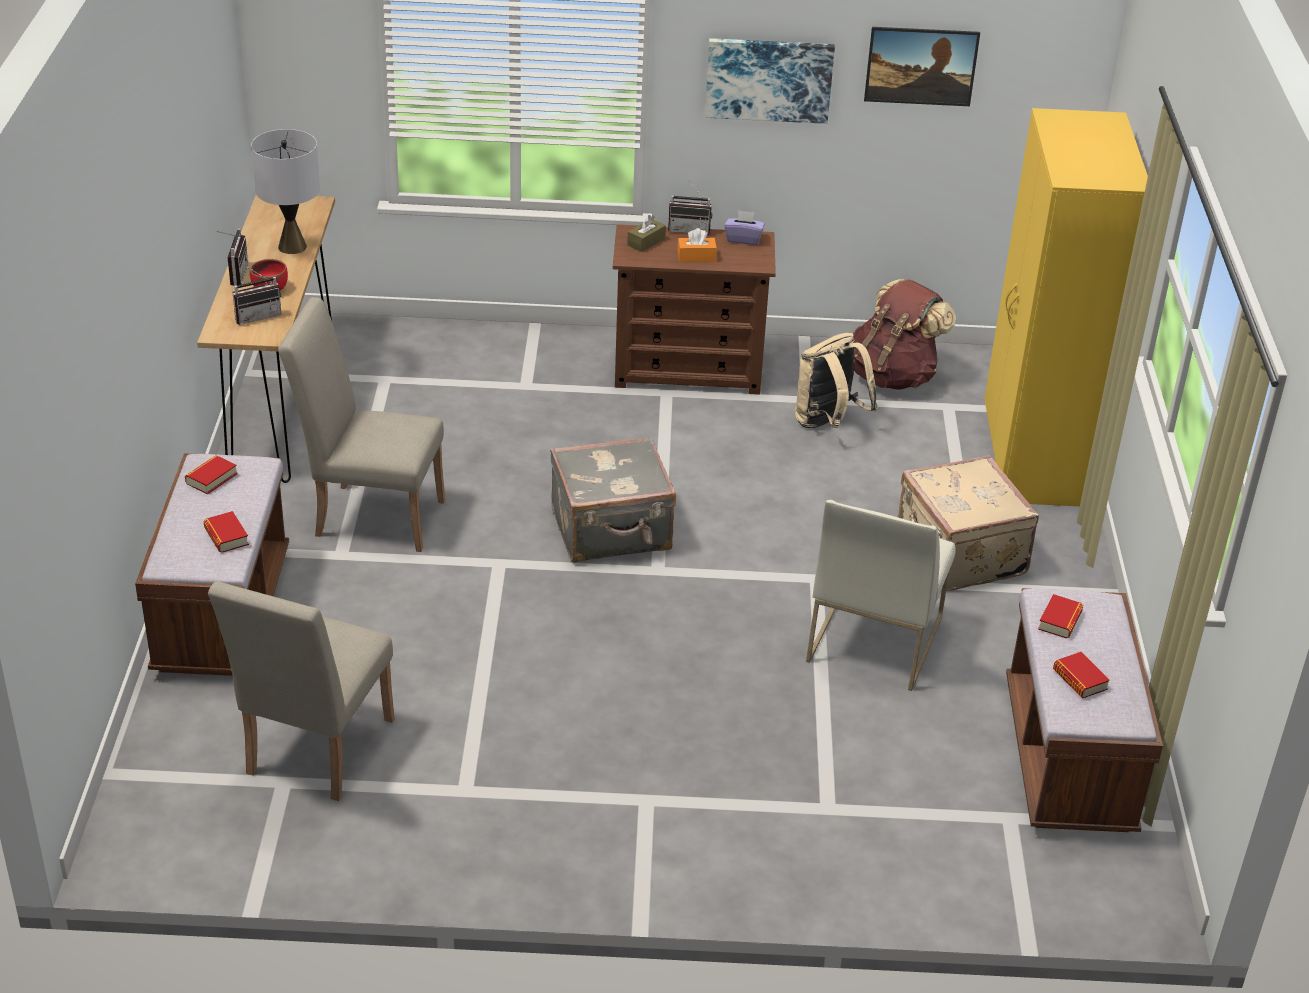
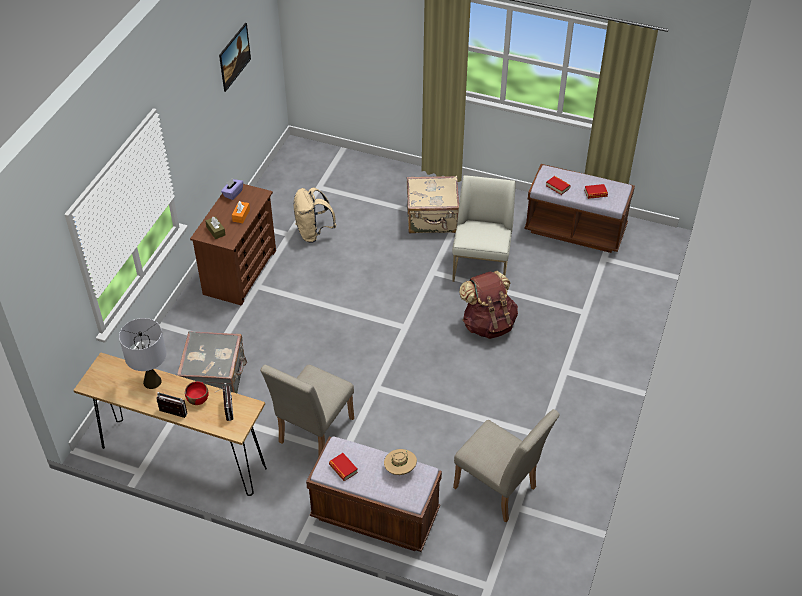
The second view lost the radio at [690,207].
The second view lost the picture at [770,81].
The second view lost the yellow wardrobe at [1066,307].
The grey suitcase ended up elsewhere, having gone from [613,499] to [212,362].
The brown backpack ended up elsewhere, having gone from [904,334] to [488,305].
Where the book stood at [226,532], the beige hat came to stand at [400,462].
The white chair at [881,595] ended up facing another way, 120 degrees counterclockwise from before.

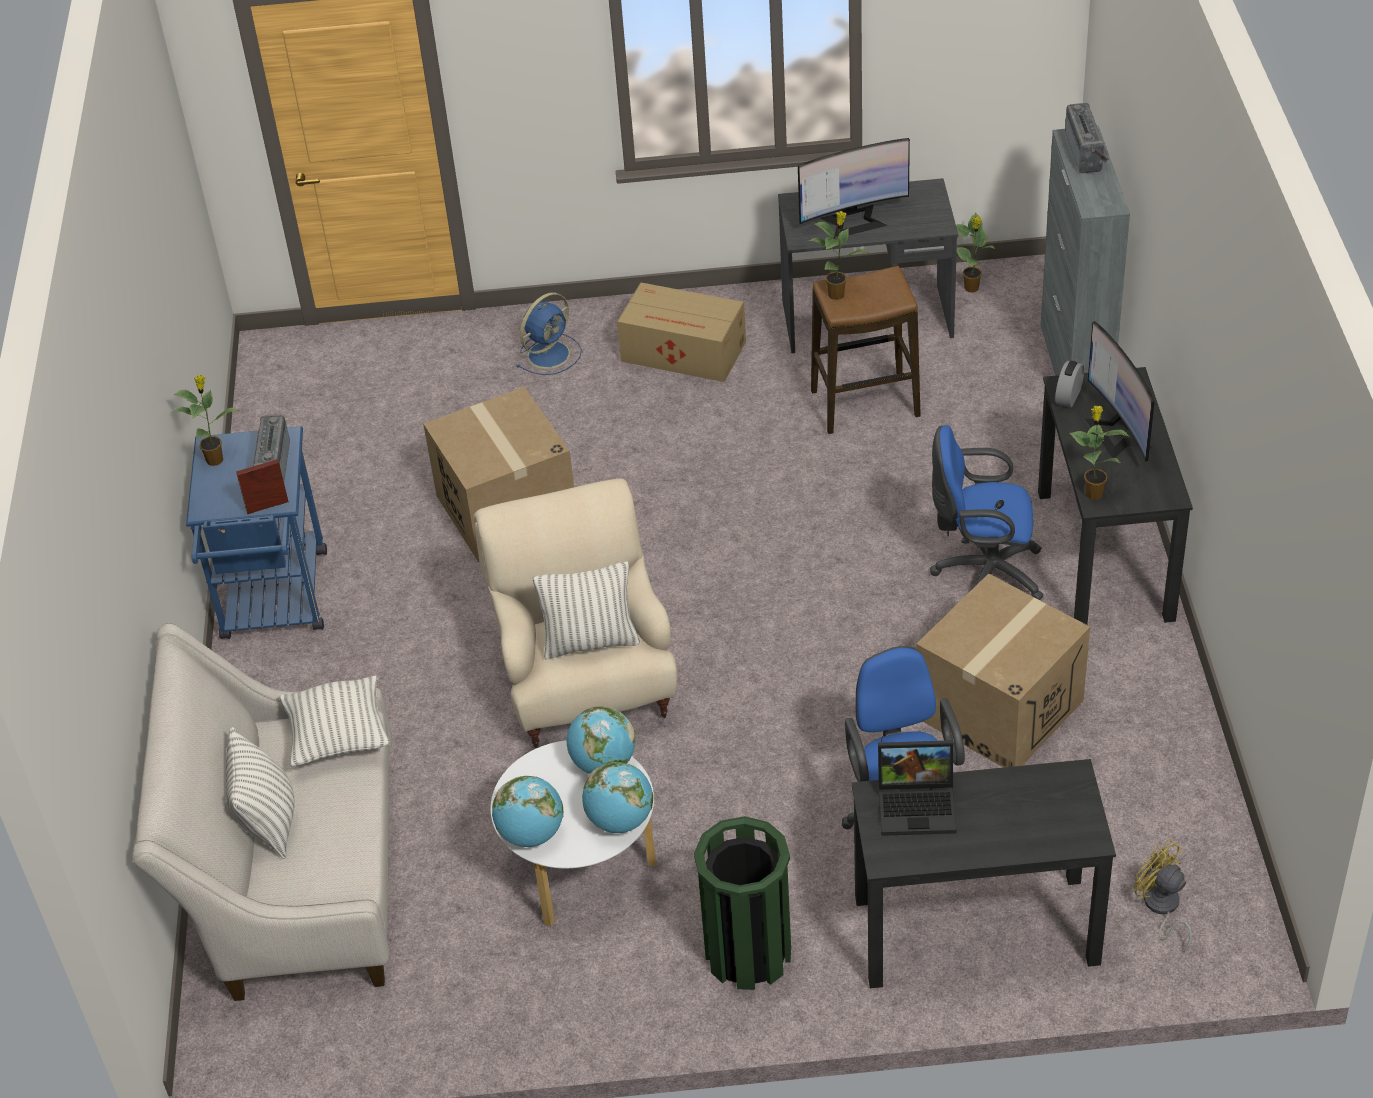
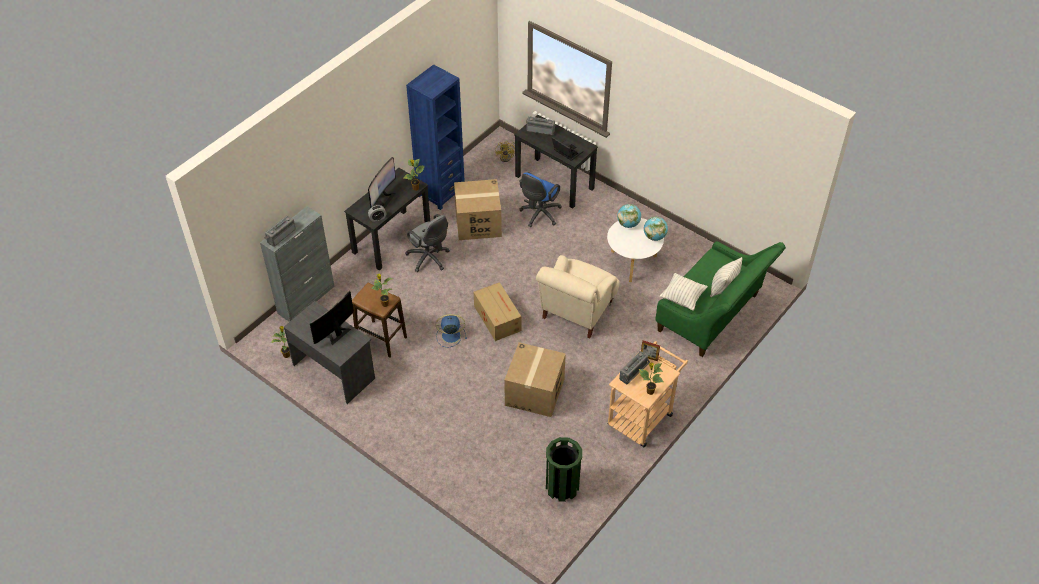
The second view lost the pillow at [586,610].
The second view lost the globe at [600,740].
The second view gained the blue bookcase at [435,137].
The second view gained the radio at [541,125].
The blue fan ended up elsewhere, having gone from [549,333] to [451,331].
The cardboard box ended up elsewhere, having gone from [681,332] to [497,311].
The green trash can ended up elsewhere, having gone from [742,903] to [564,469].
What was the beige sofa at [262,812] turned into the green sofa at [721,299].
What was the blue cart at [256,532] turned into the beige cart at [648,394].
What was the blue office chair at [987,512] turned into the grey office chair at [427,243].
The monitor at [854,188] ended up facing another way, 75 degrees counterclockwise from before.

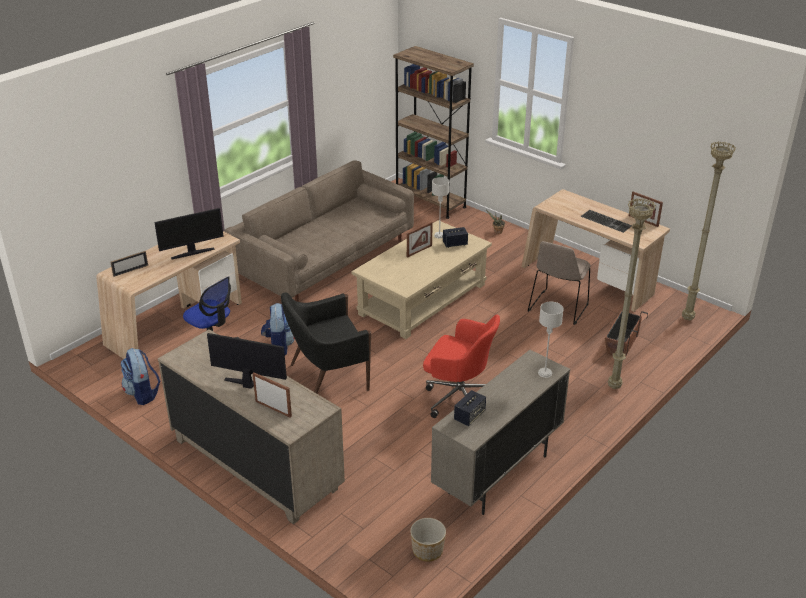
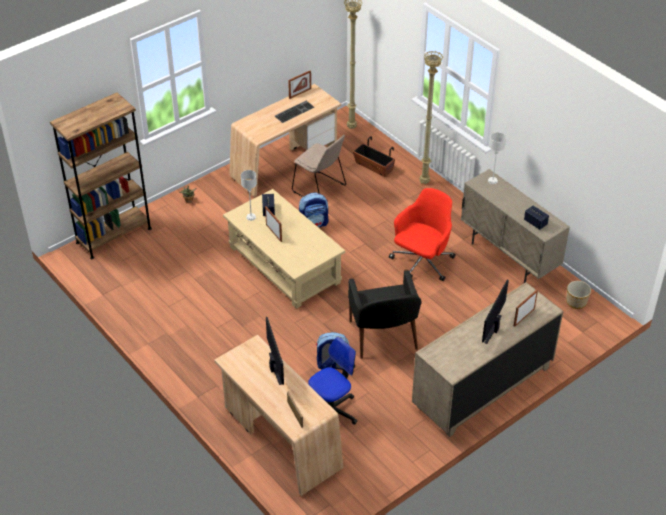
The second view lost the beige sofa at [319,231].
The backpack ended up elsewhere, having gone from [140,376] to [314,210].

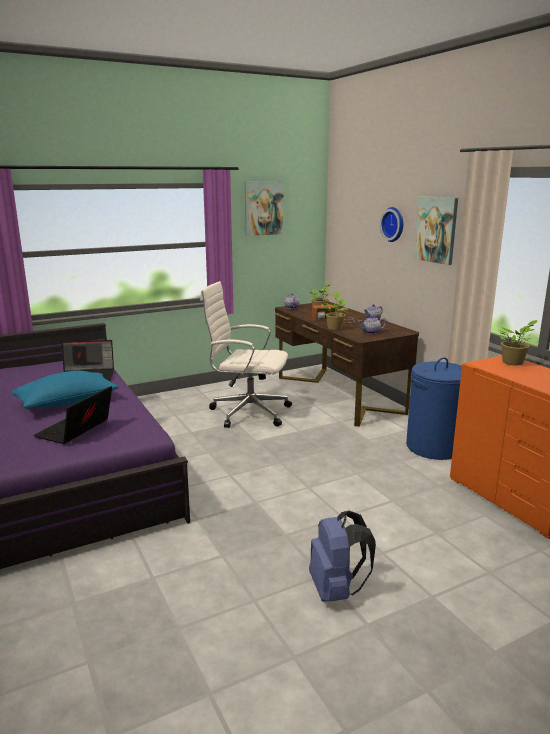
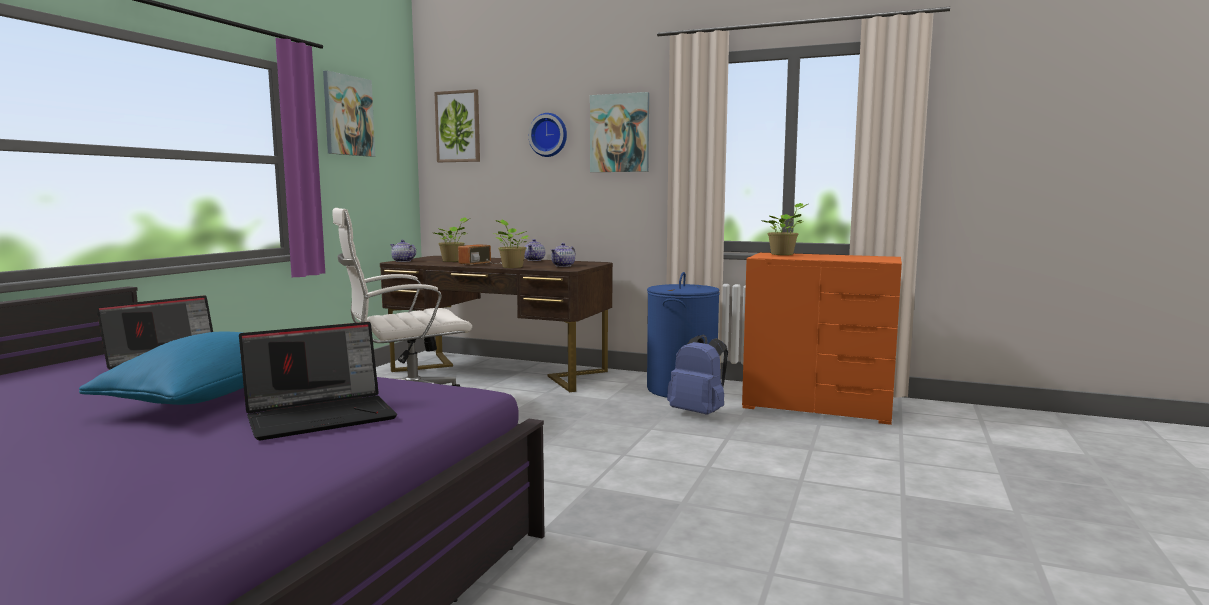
The second view gained the picture at [457,125].
The blue backpack ended up elsewhere, having gone from [342,556] to [697,374].
The laptop at [72,415] ended up facing another way, 105 degrees counterclockwise from before.

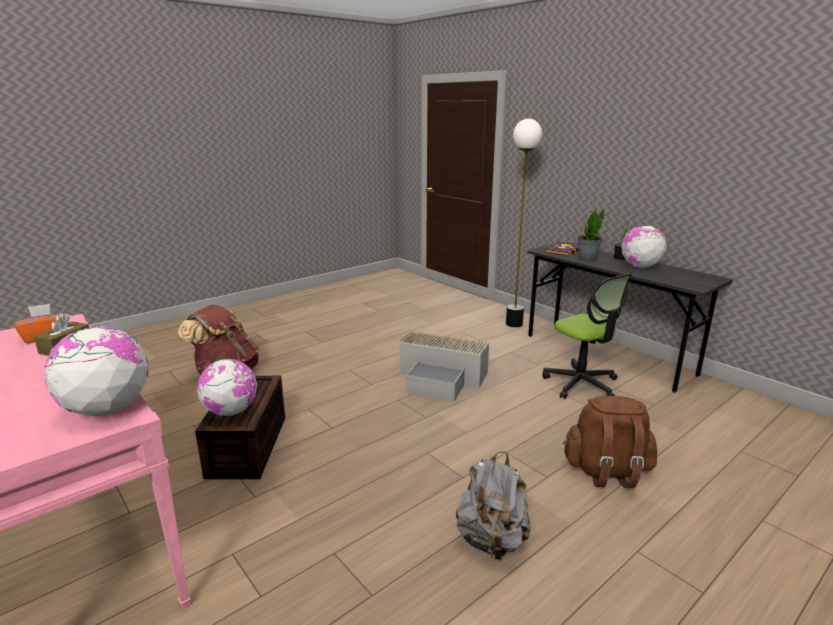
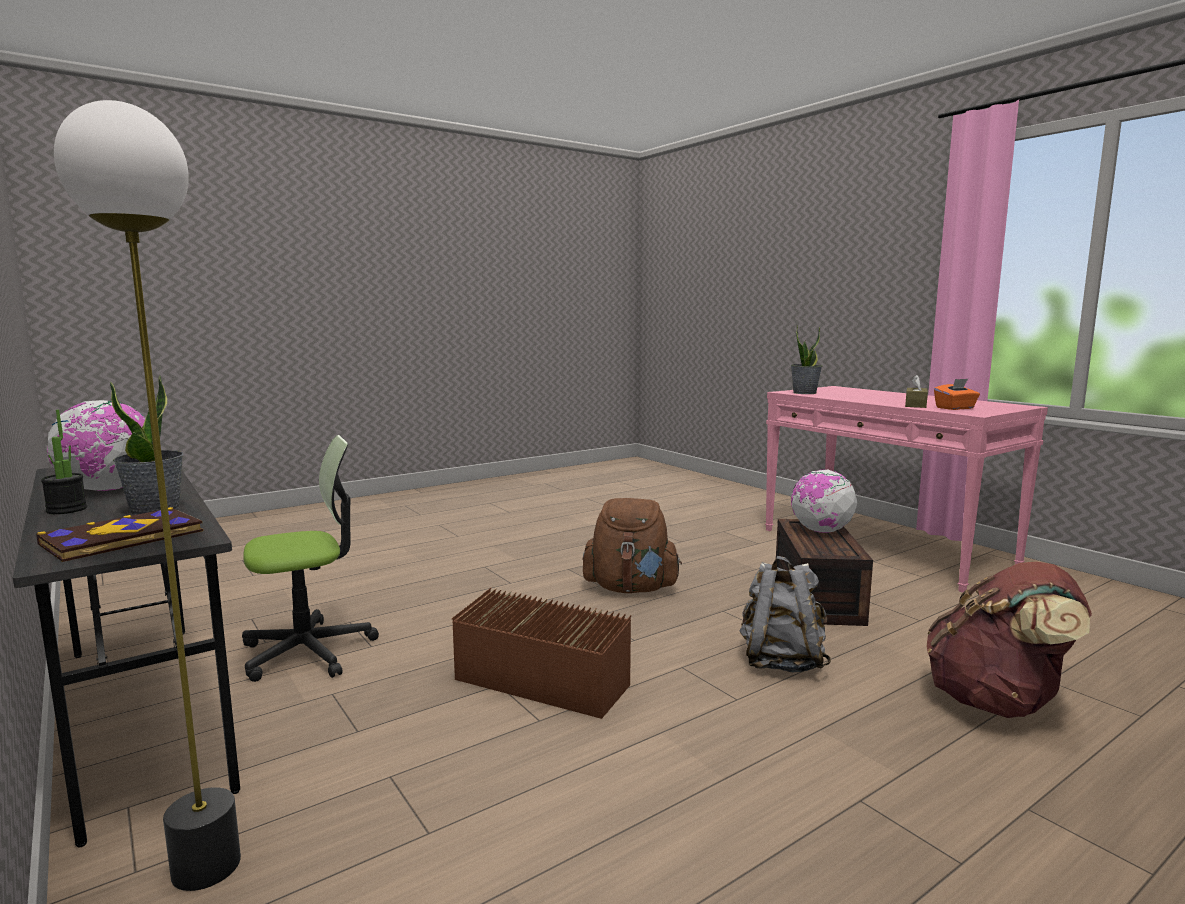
The grey backpack ended up elsewhere, having gone from [493,505] to [785,614].
The brown backpack ended up elsewhere, having gone from [610,442] to [632,545].
Where the globe stood at [96,371], the potted plant came to stand at [806,359].
What was the grey storage box at [444,366] turned into the brown storage box at [541,653].
The office chair at [587,336] ended up facing another way, 90 degrees clockwise from before.

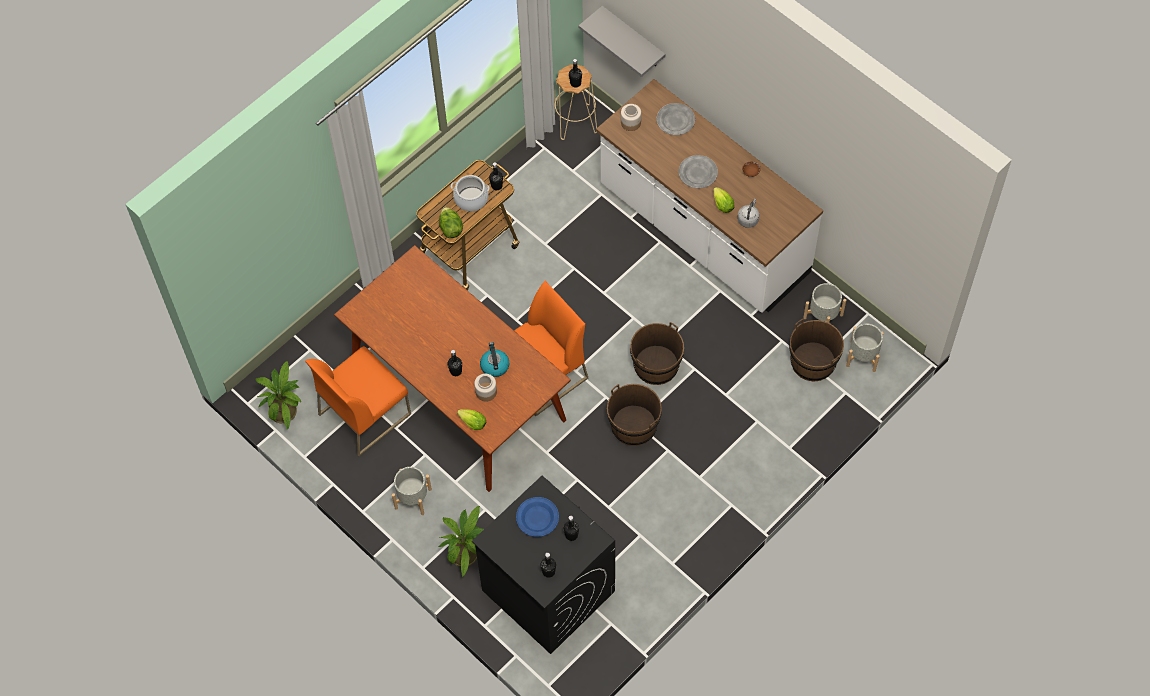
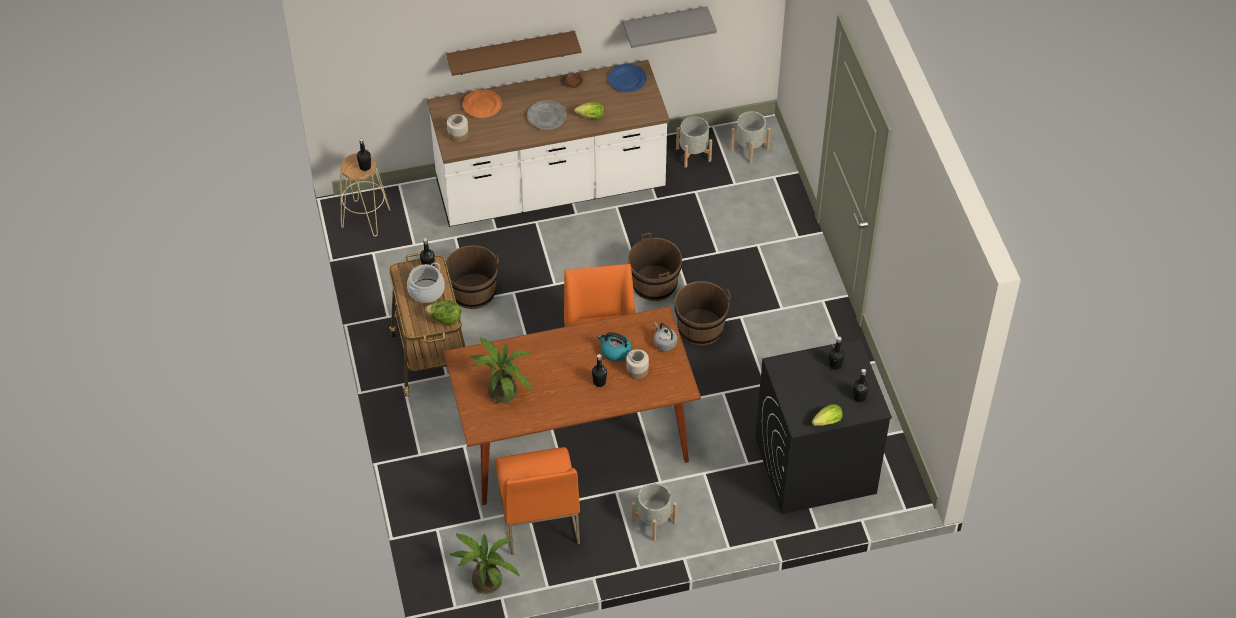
The second view gained the brown shelf at [513,53].
The potted plant ended up elsewhere, having gone from [461,541] to [501,370].
The lettuce ended up elsewhere, having gone from [471,419] to [827,415].
The blue plate ended up elsewhere, having gone from [537,517] to [627,78].
The grey shelf ended up elsewhere, having gone from [622,41] to [670,27].
The grey kettle ended up elsewhere, having gone from [748,213] to [665,336].
The brown bucket ended up elsewhere, having gone from [816,350] to [472,277].
What was the grey plate at [676,119] turned into the orange plate at [482,103].

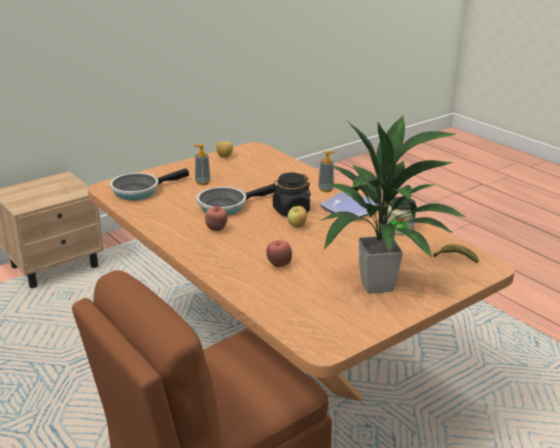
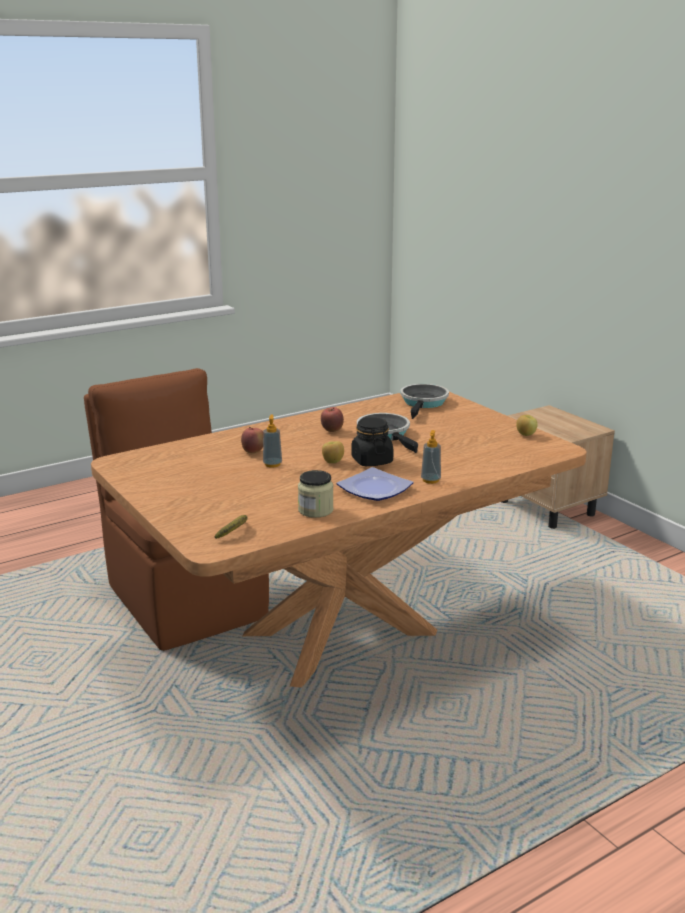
The second view lost the potted plant at [394,203].
The soap dispenser ended up elsewhere, having gone from [202,164] to [272,441].
The frying pan at [149,184] ended up facing another way, 45 degrees clockwise from before.

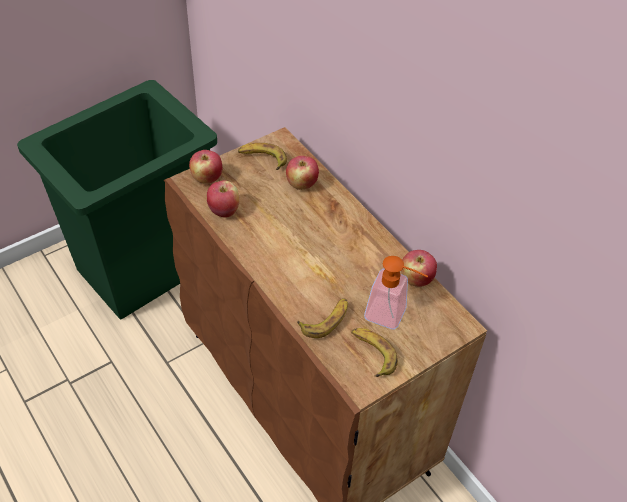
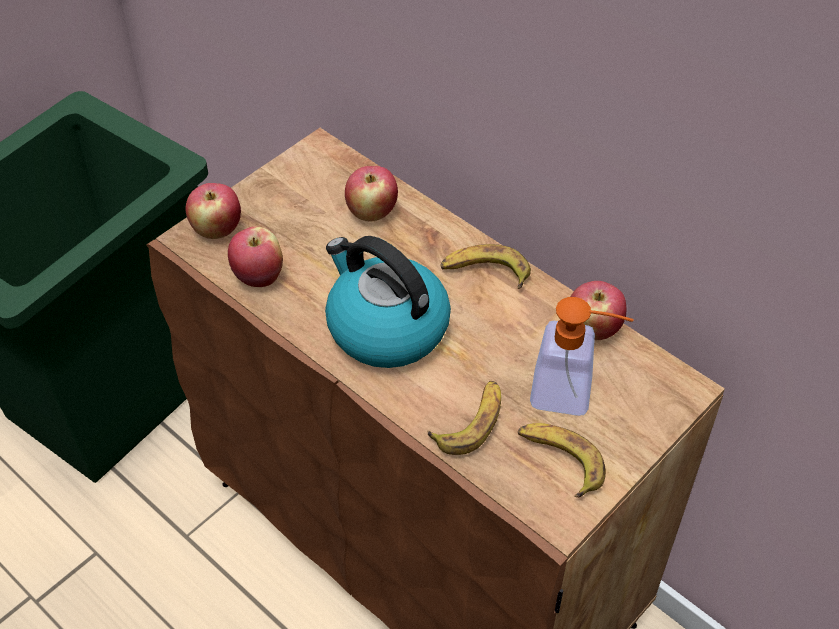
The second view gained the kettle at [388,302].
The banana ended up elsewhere, having gone from [262,156] to [485,266].

